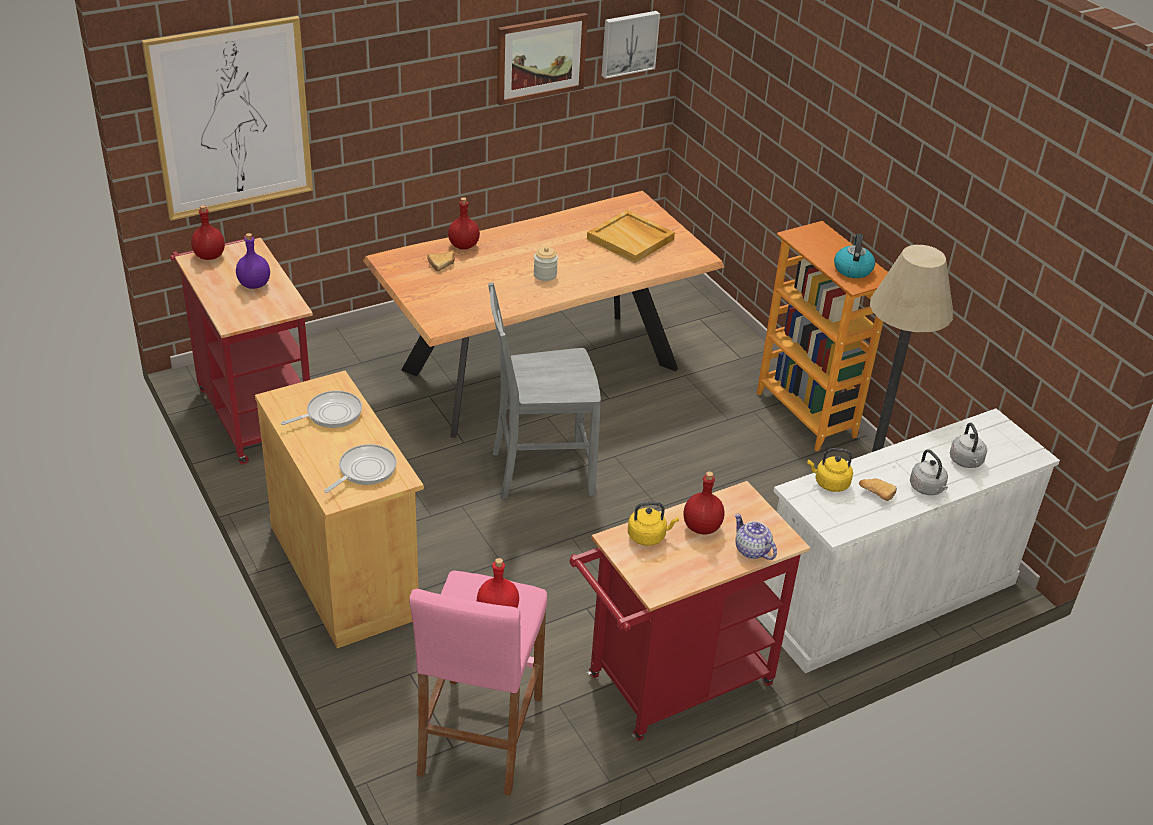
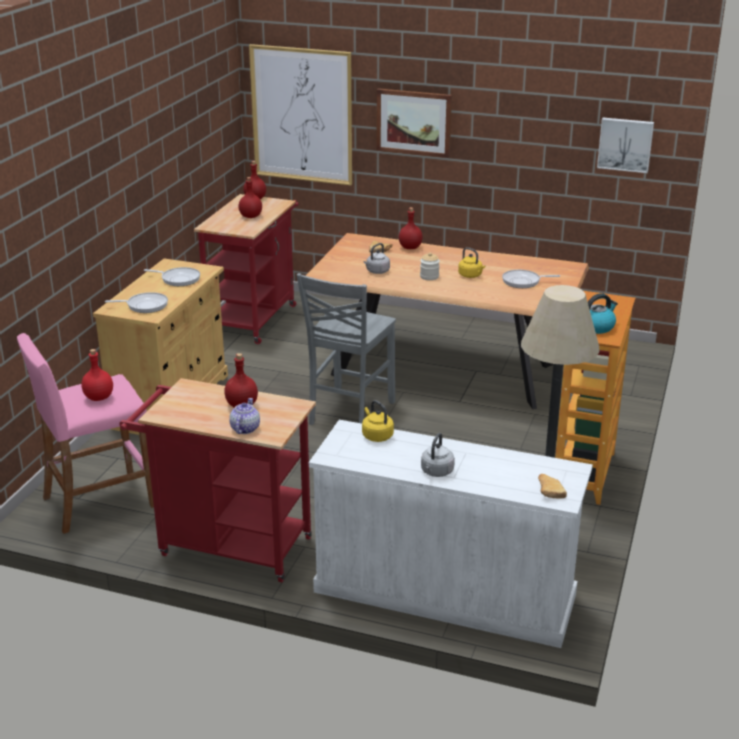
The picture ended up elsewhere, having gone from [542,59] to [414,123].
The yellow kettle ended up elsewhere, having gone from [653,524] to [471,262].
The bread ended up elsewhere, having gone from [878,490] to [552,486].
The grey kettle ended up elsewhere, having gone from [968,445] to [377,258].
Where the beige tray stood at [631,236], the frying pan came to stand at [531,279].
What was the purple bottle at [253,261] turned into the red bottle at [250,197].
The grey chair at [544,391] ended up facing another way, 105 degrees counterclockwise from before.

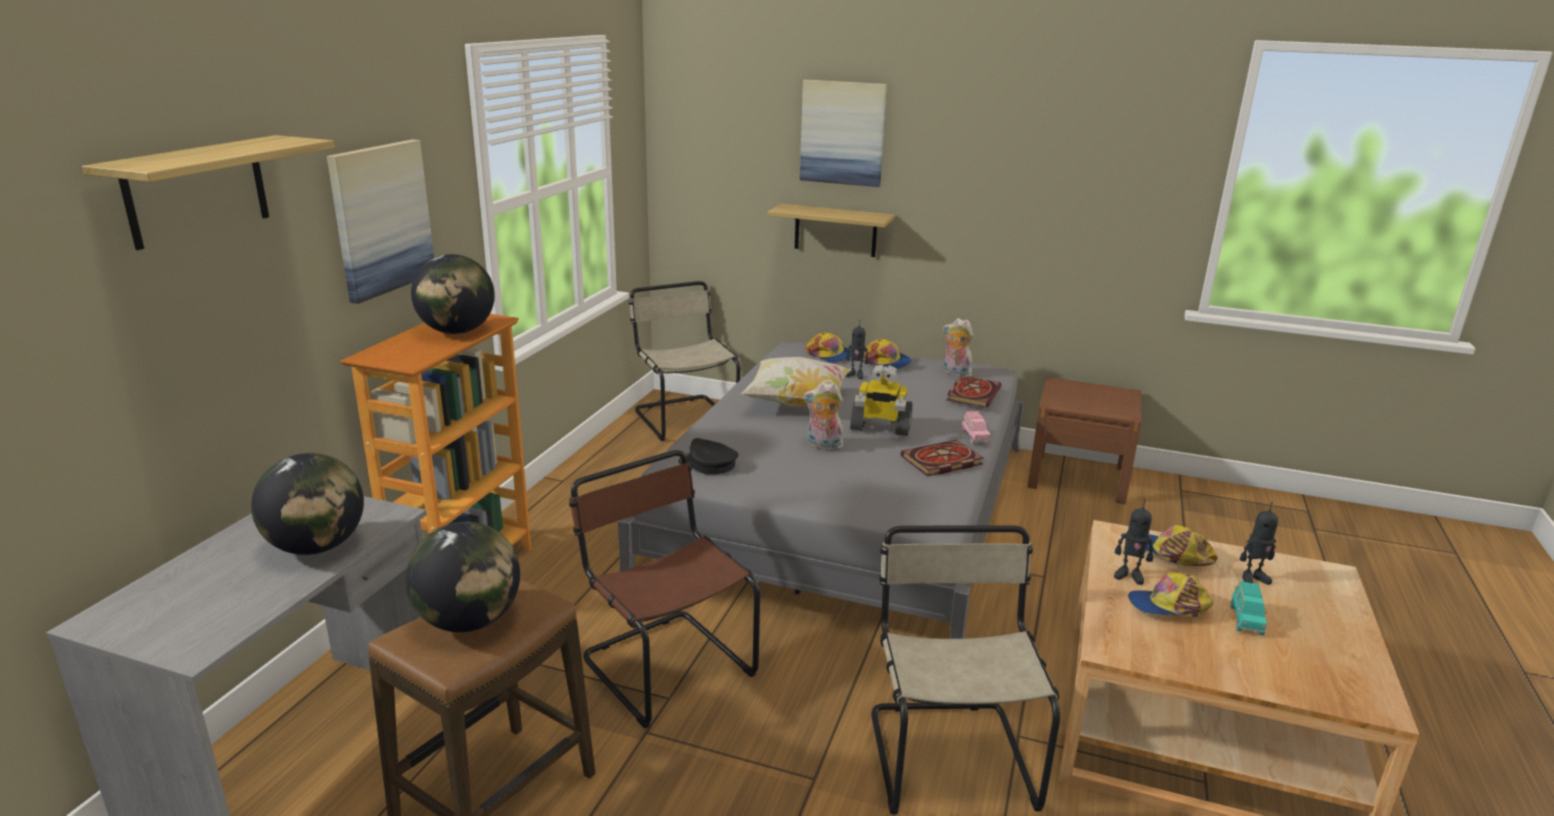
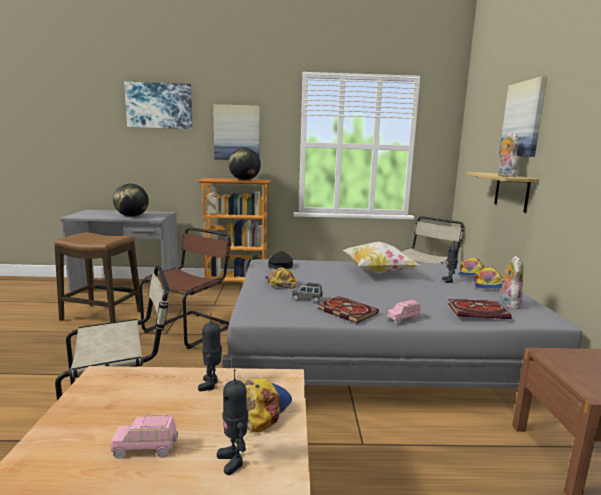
The second view lost the globe at [463,577].
The second view lost the toy robot at [881,400].
The second view gained the grey toy car at [307,292].
The plush toy ended up elsewhere, having gone from [823,416] to [507,154].
The cap ended up elsewhere, having gone from [1171,594] to [281,278].
Where the shelf hung at [208,192], the picture came to hang at [158,105].
What was the turquoise toy car at [1249,608] turned into the pink toy car at [144,437].

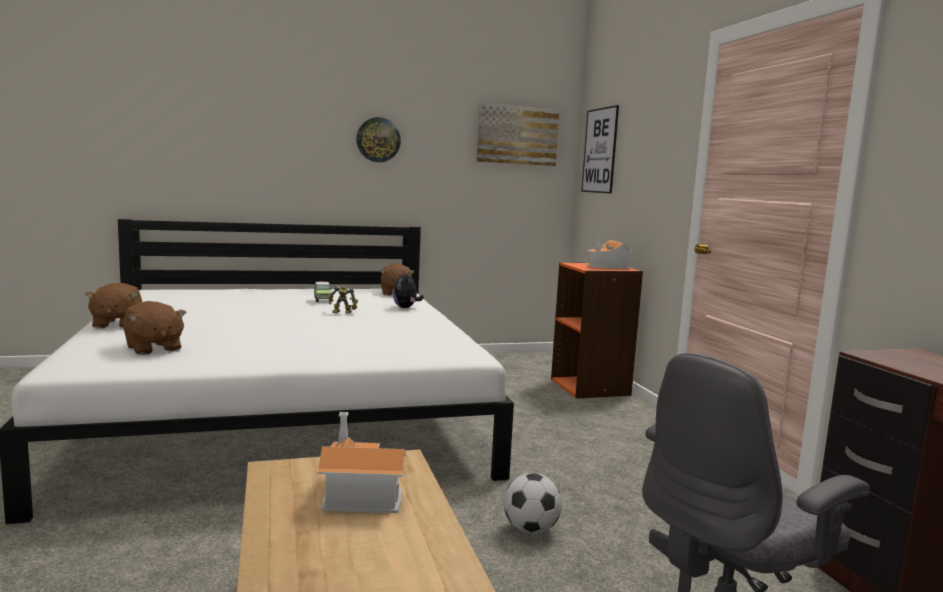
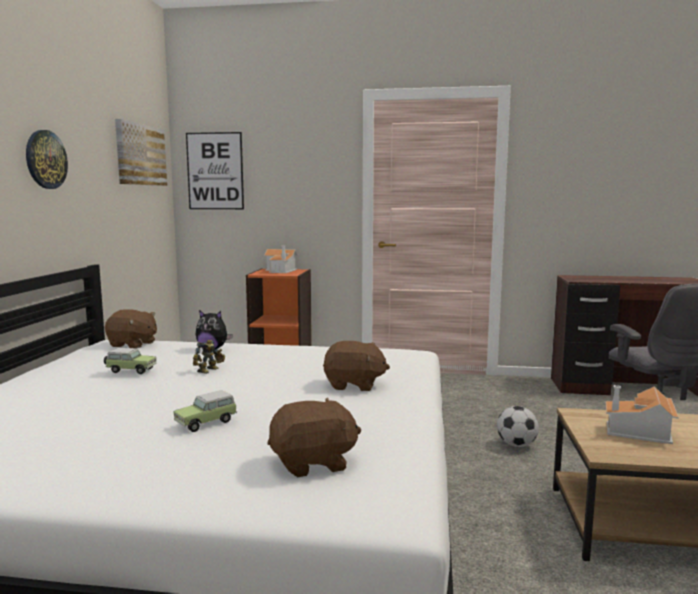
The second view gained the toy car at [205,411].
The brown plush toy ended up elsewhere, having gone from [113,305] to [356,366].

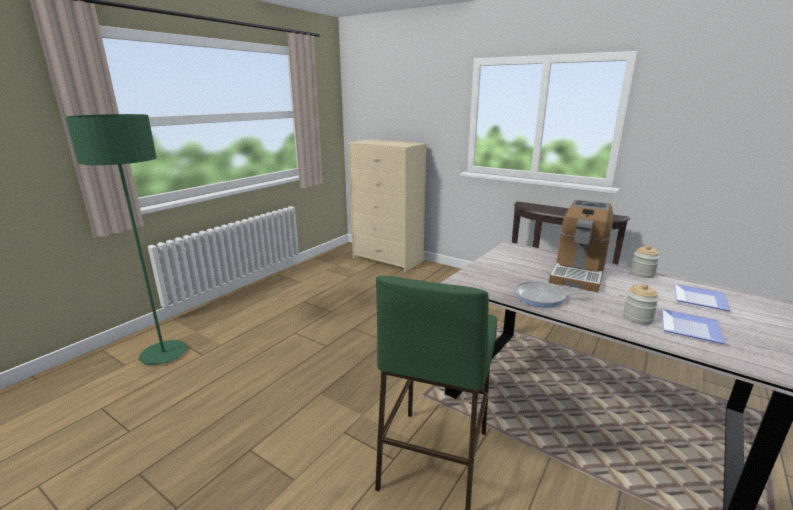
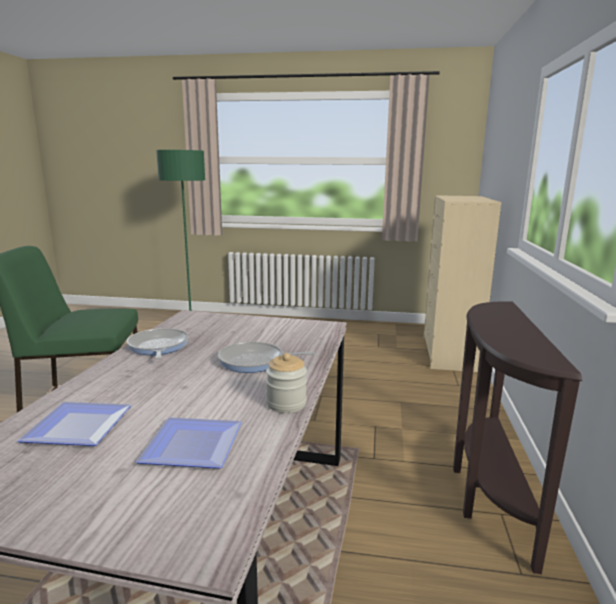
The second view lost the jar at [641,304].
Where the coffee machine stood at [581,246], the frying pan came to stand at [266,357].

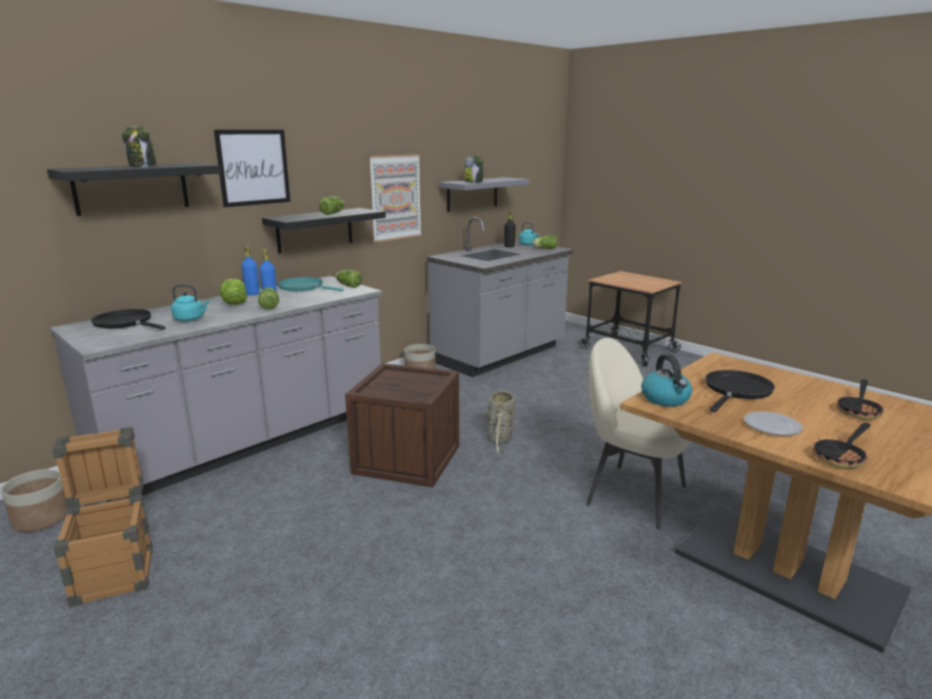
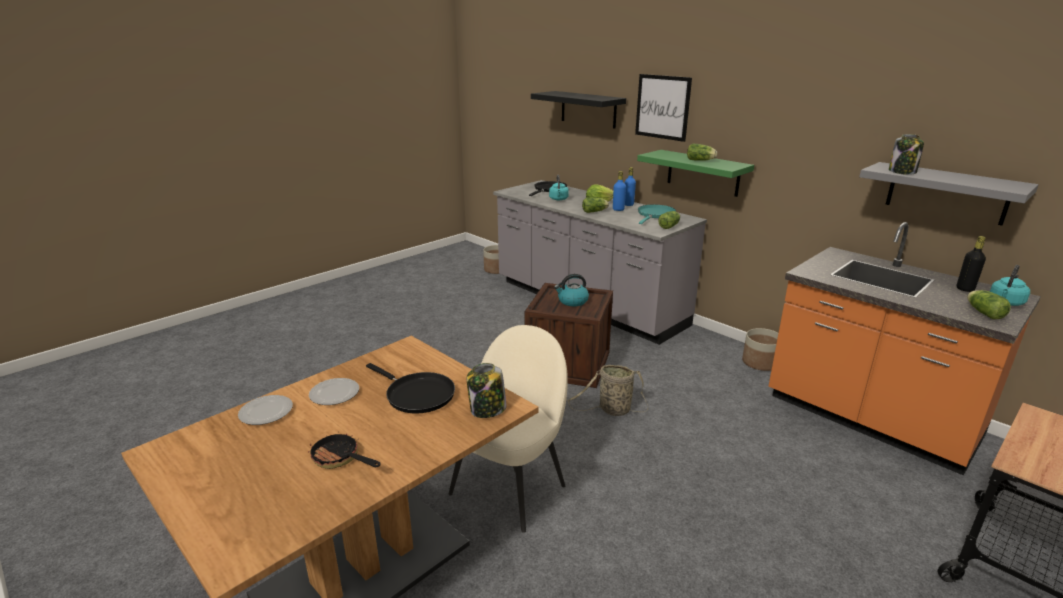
The second view lost the crate at [103,517].
The second view lost the picture at [395,198].
The jar ended up elsewhere, having gone from [139,147] to [487,390].
The kettle ended up elsewhere, having gone from [666,380] to [571,290].
Where the frying pan stood at [842,445], the plate came to stand at [265,410].
What was the black shelf at [324,230] turned into the green shelf at [695,173].
What was the grey counter at [500,297] turned into the orange counter at [905,349].

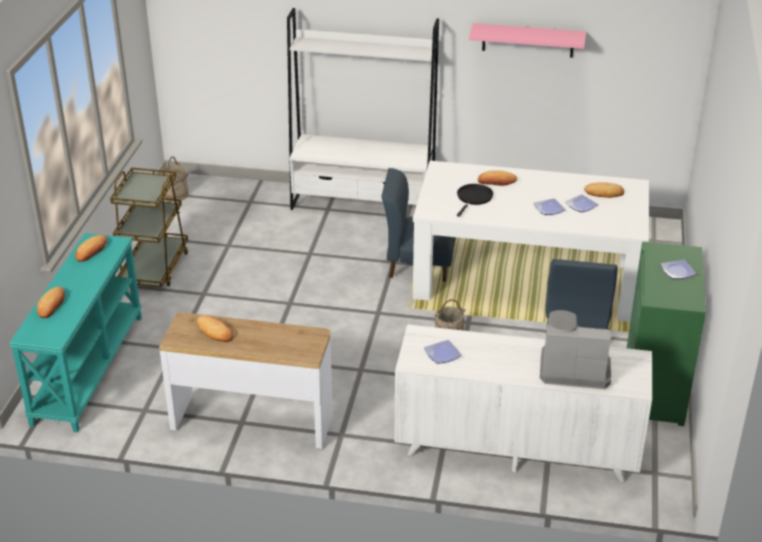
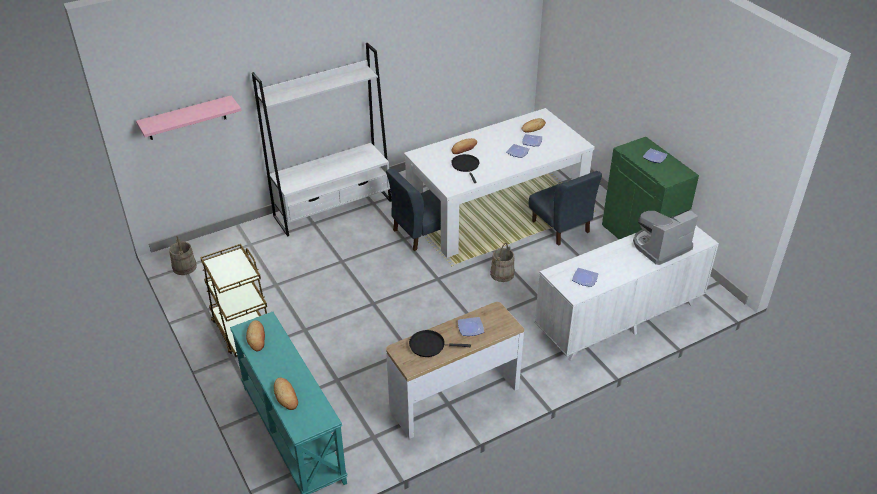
The second view gained the plate at [471,326].
The pink shelf ended up elsewhere, having gone from [527,40] to [189,118].
Where the bread stood at [215,328], the black frying pan came to stand at [440,343].

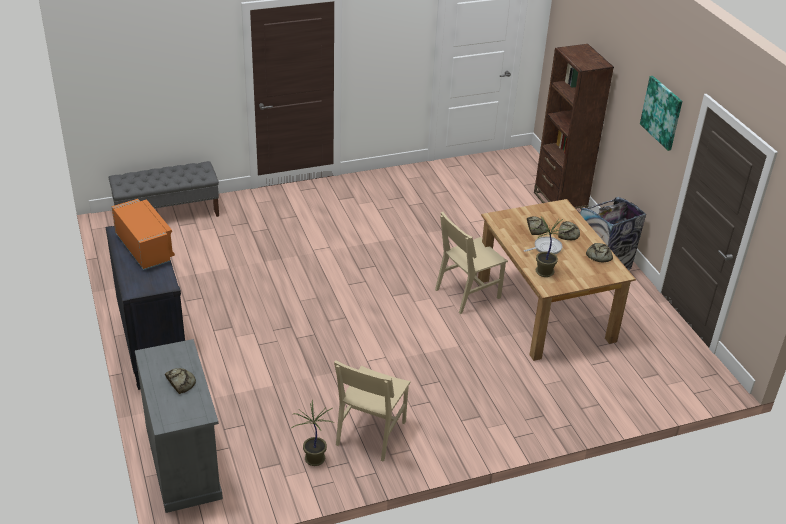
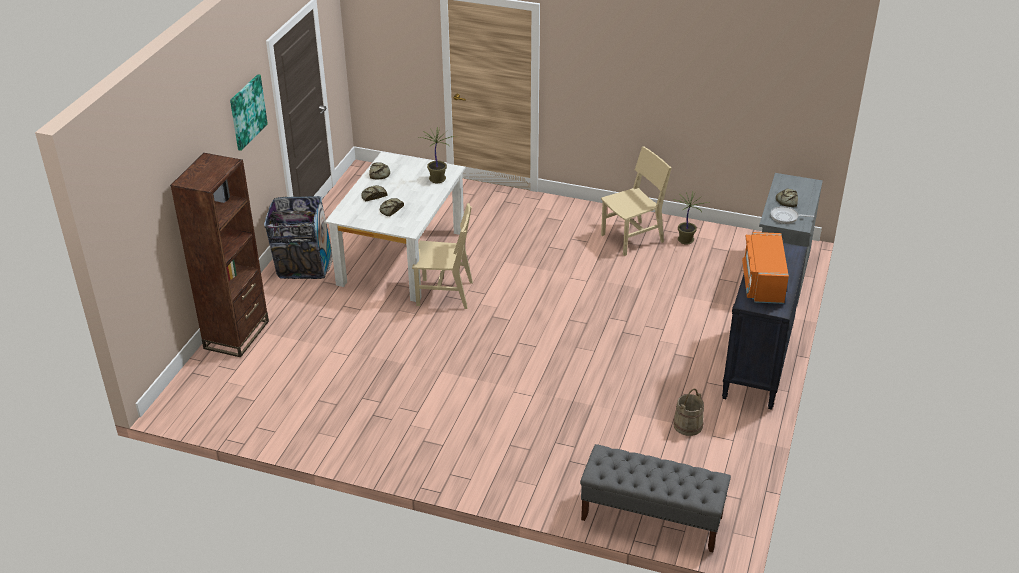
The second view gained the beige bucket at [688,412].
The frying pan ended up elsewhere, having gone from [543,245] to [792,215].
What was the brown dining table at [557,280] turned into the white dining table at [395,227].

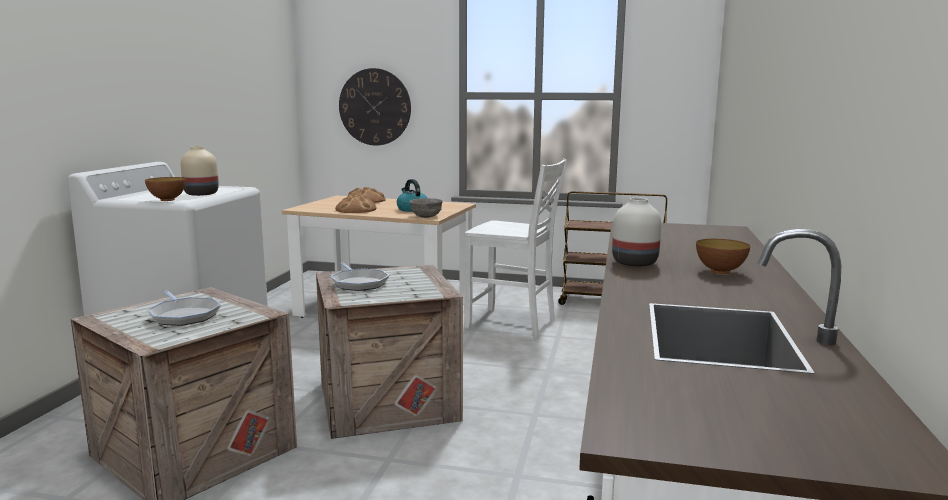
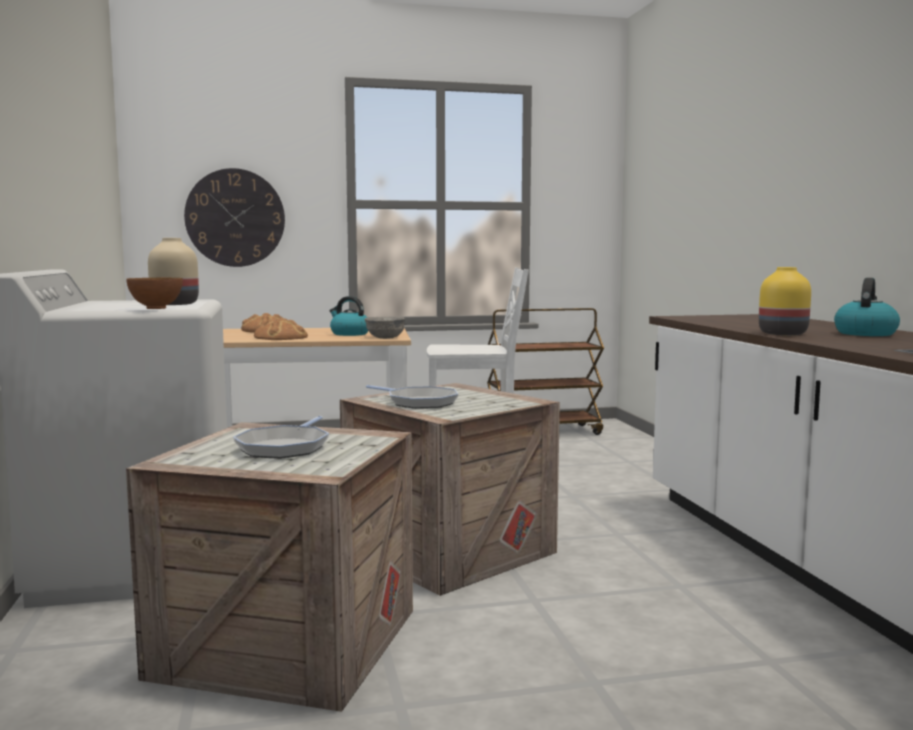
Where the bowl stood at [723,256], the kettle came to stand at [867,307].
What was the white vase at [636,232] turned into the yellow vase at [785,301].
The frying pan at [184,308] ended up facing another way, 75 degrees clockwise from before.

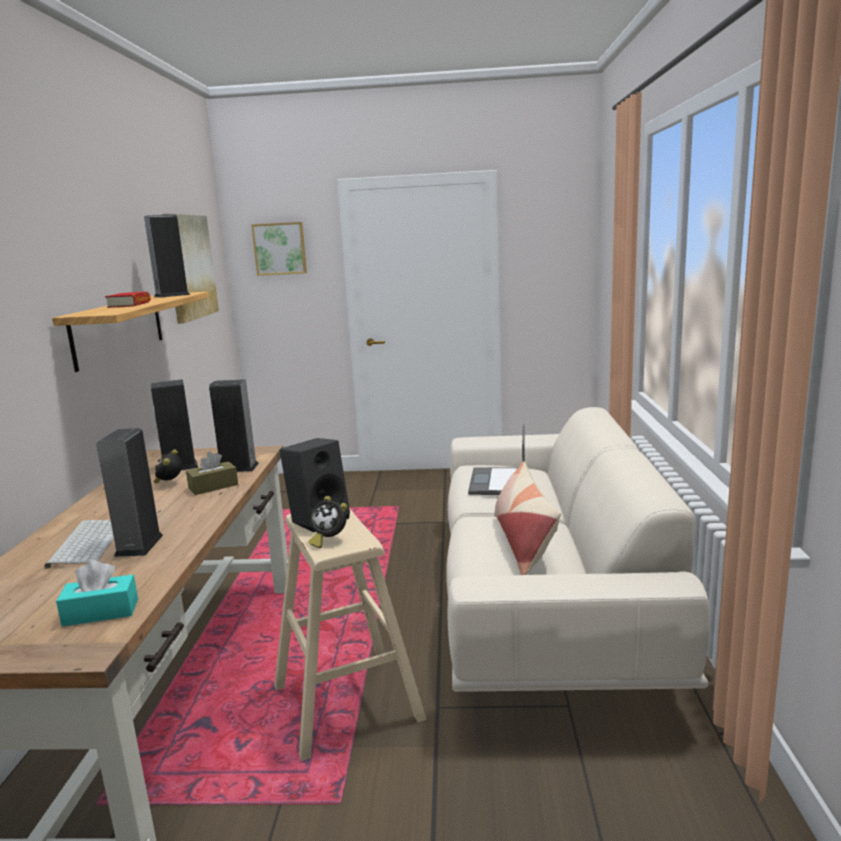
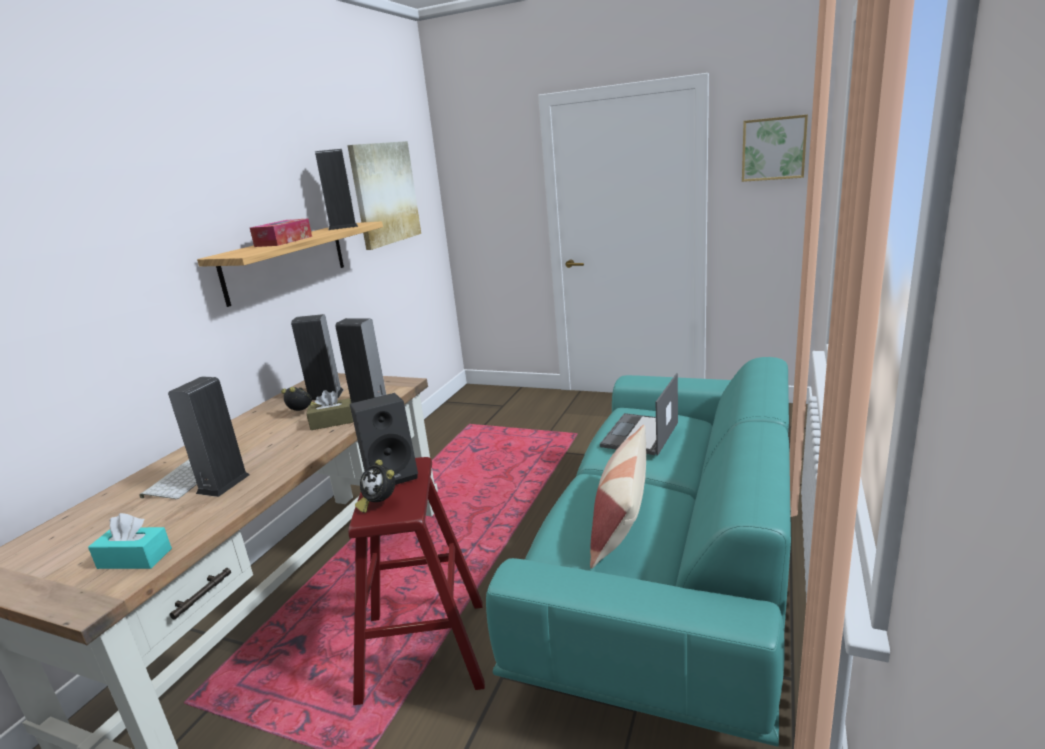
The picture ended up elsewhere, having gone from [279,249] to [775,148].
Where the book stood at [128,300], the tissue box came to stand at [281,232].
What was the beige stool at [350,634] turned into the red stool at [416,581].
What was the beige sofa at [578,549] turned into the turquoise sofa at [638,552].
The alarm clock at [168,466] ended up facing another way, 90 degrees clockwise from before.

